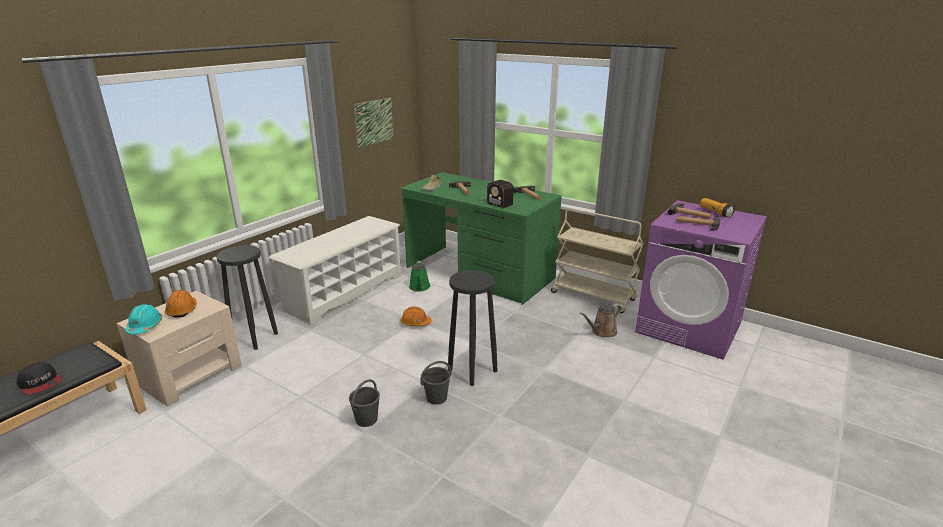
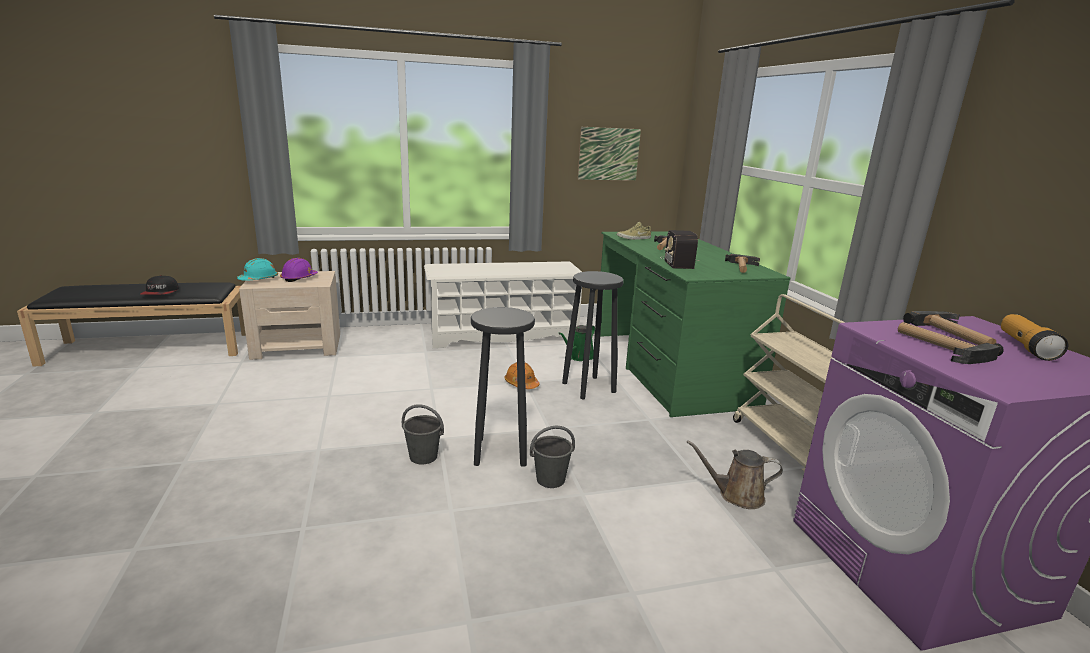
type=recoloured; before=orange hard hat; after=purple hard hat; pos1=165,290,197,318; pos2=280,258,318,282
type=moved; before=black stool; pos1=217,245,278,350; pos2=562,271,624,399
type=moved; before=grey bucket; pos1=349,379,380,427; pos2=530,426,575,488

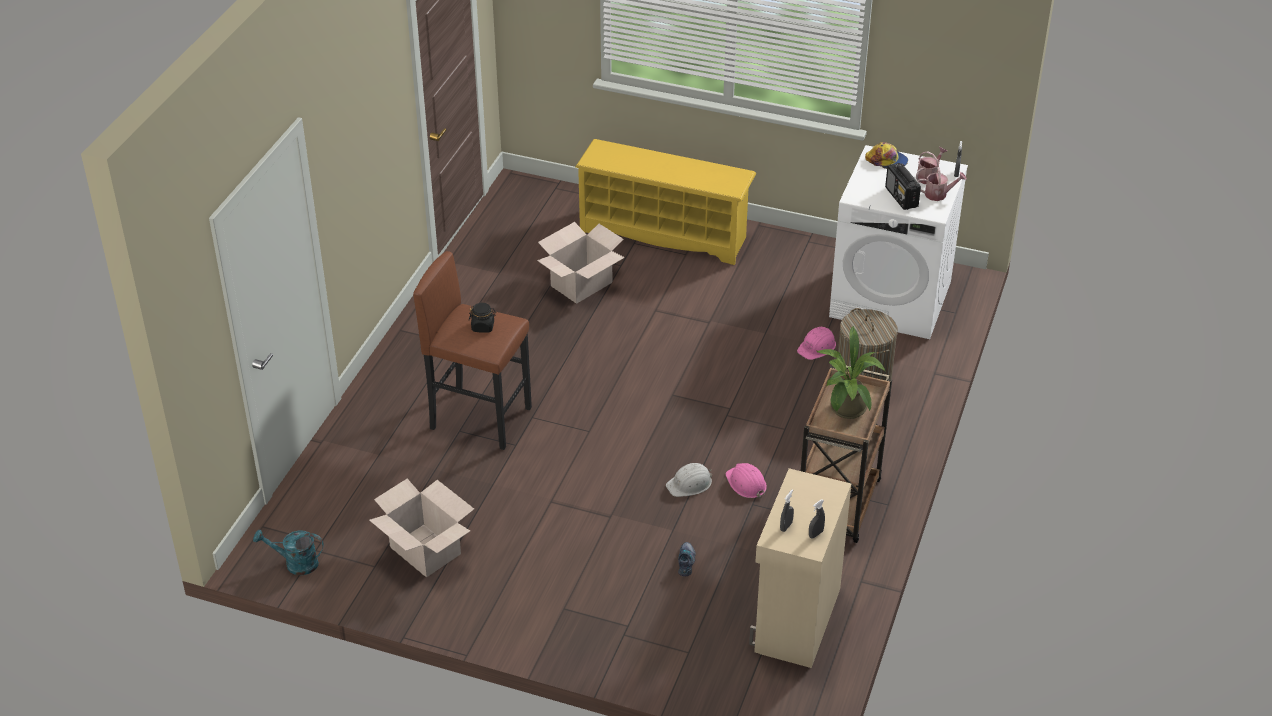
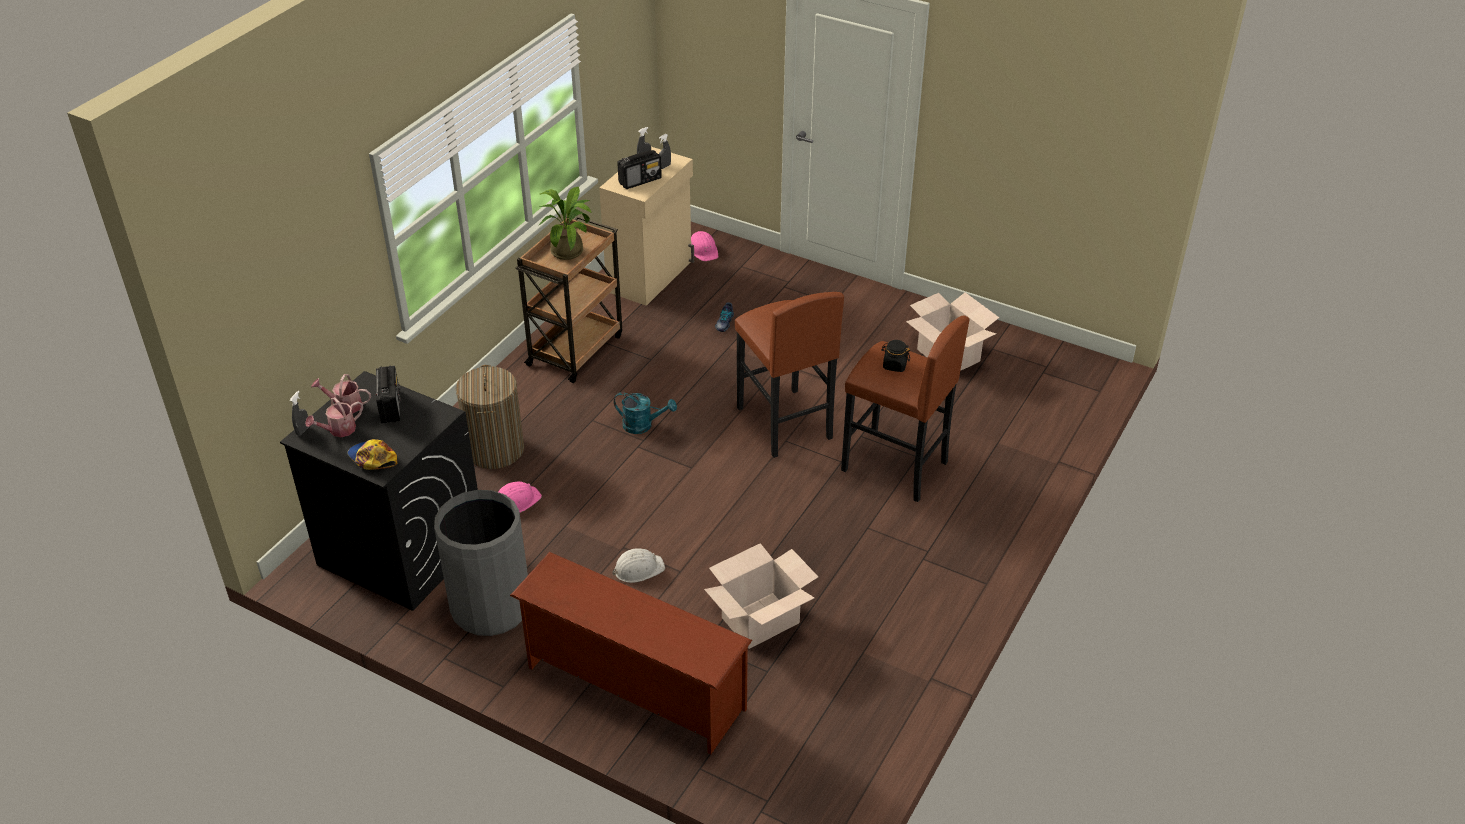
type=moved; before=turquoise watering can; pos1=253,530,324,575; pos2=614,392,677,434
type=recoloured; before=yellow shoe rack; after=brown shoe rack; pos1=575,139,756,265; pos2=510,552,752,754
type=moved; before=white hard hat; pos1=666,463,712,497; pos2=612,548,665,583
type=moved; before=pink hard hat; pos1=726,463,767,498; pos2=691,231,718,261
type=recoloured; before=white washing machine; after=black washing machine; pos1=829,145,968,339; pos2=280,371,478,611
type=added; after=grey trash can; pos2=434,490,528,636
type=added; after=radio; pos2=617,150,662,189
type=added; after=brown stool; pos2=735,292,844,458

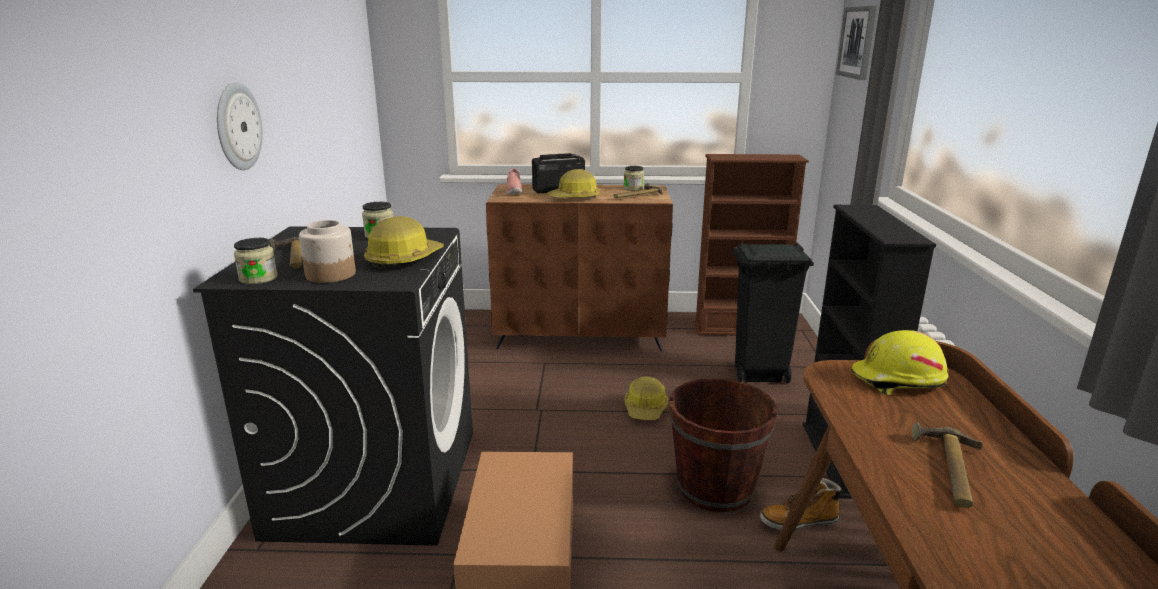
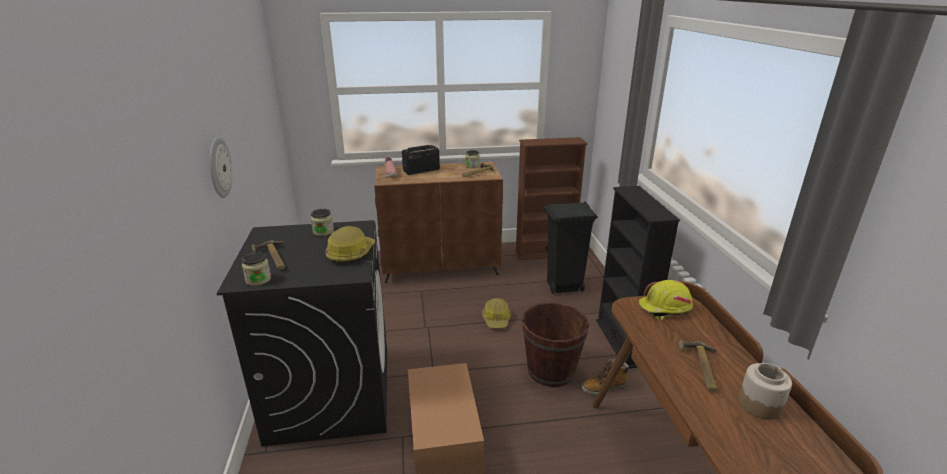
type=moved; before=jar; pos1=299,220,356,283; pos2=738,363,792,420
type=removed; before=hard hat; pos1=547,169,600,198
type=removed; before=picture; pos1=836,6,877,80

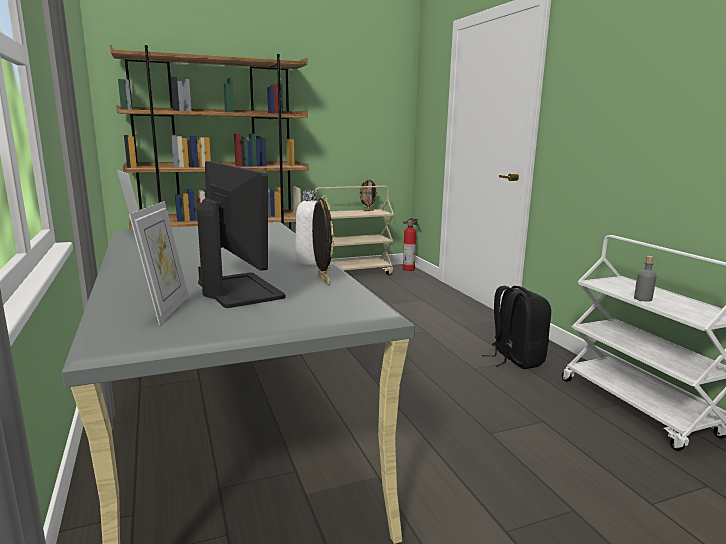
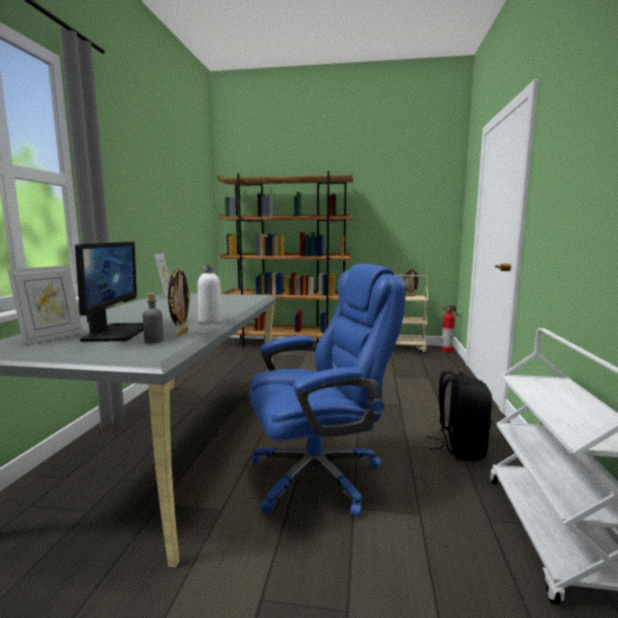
type=moved; before=grey bottle; pos1=634,256,656,302; pos2=143,293,164,343
type=added; after=blue office chair; pos2=250,264,406,517

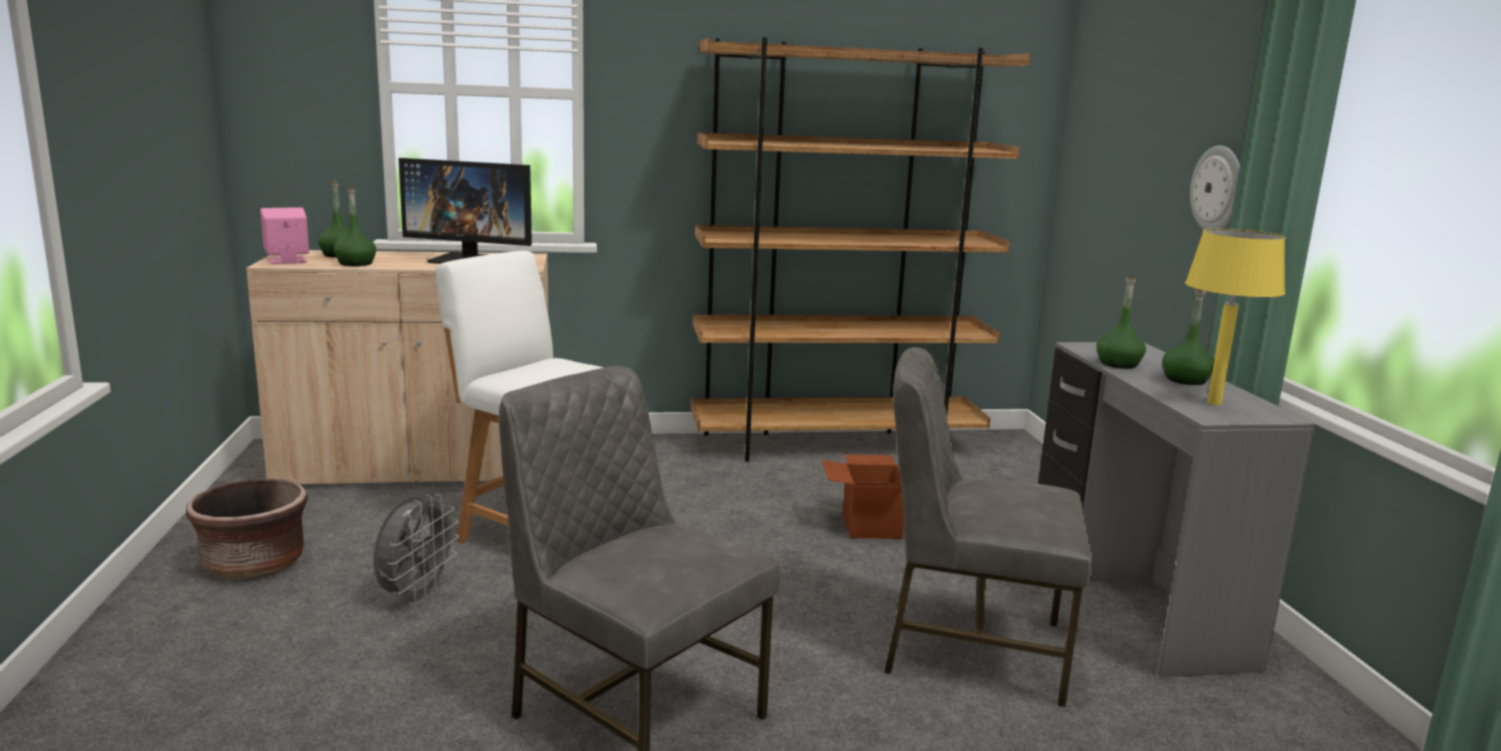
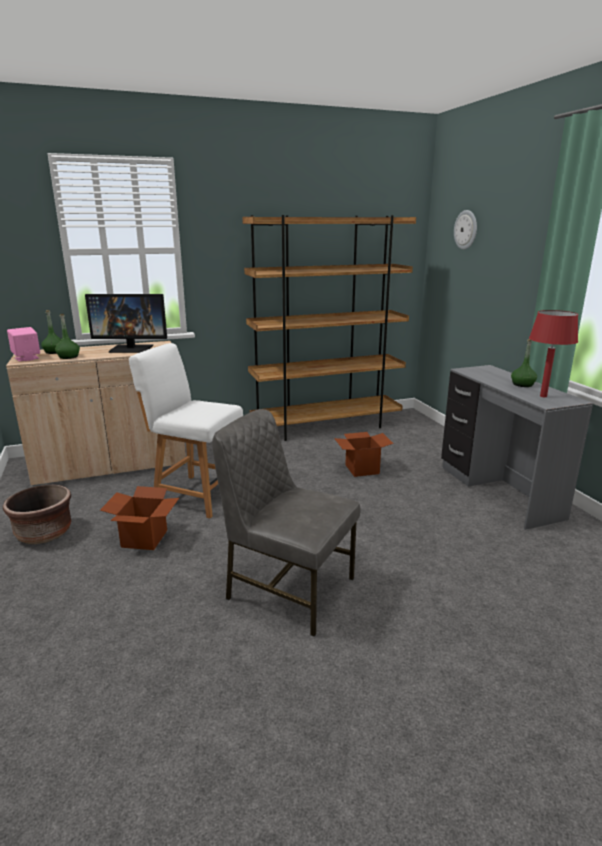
type=replaced; before=grey fan; after=cardboard box; pos1=374,494,460,604; pos2=100,486,179,550
type=removed; before=grey chair; pos1=884,347,1093,707
type=removed; before=green bottle; pos1=1096,275,1146,368
type=recoloured; before=yellow table lamp; after=red table lamp; pos1=1185,228,1285,405; pos2=529,310,578,397
type=moved; before=wall clock; pos1=1190,145,1240,229; pos2=454,210,477,250

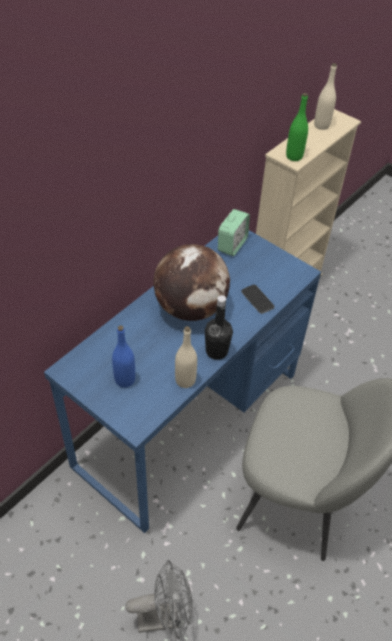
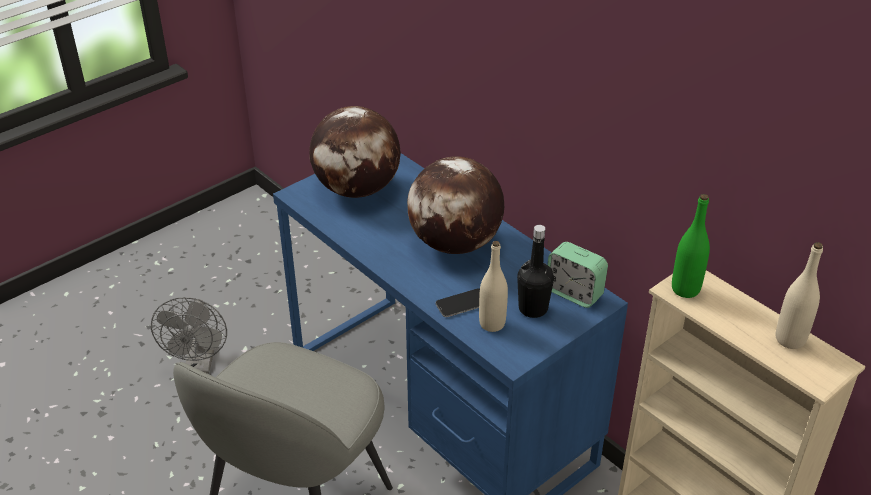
type=replaced; before=blue bottle; after=globe; pos1=112,326,135,388; pos2=309,106,401,198
type=moved; before=beige bottle; pos1=175,326,197,388; pos2=479,241,508,332
type=moved; before=black bottle; pos1=205,295,233,360; pos2=517,225,554,318

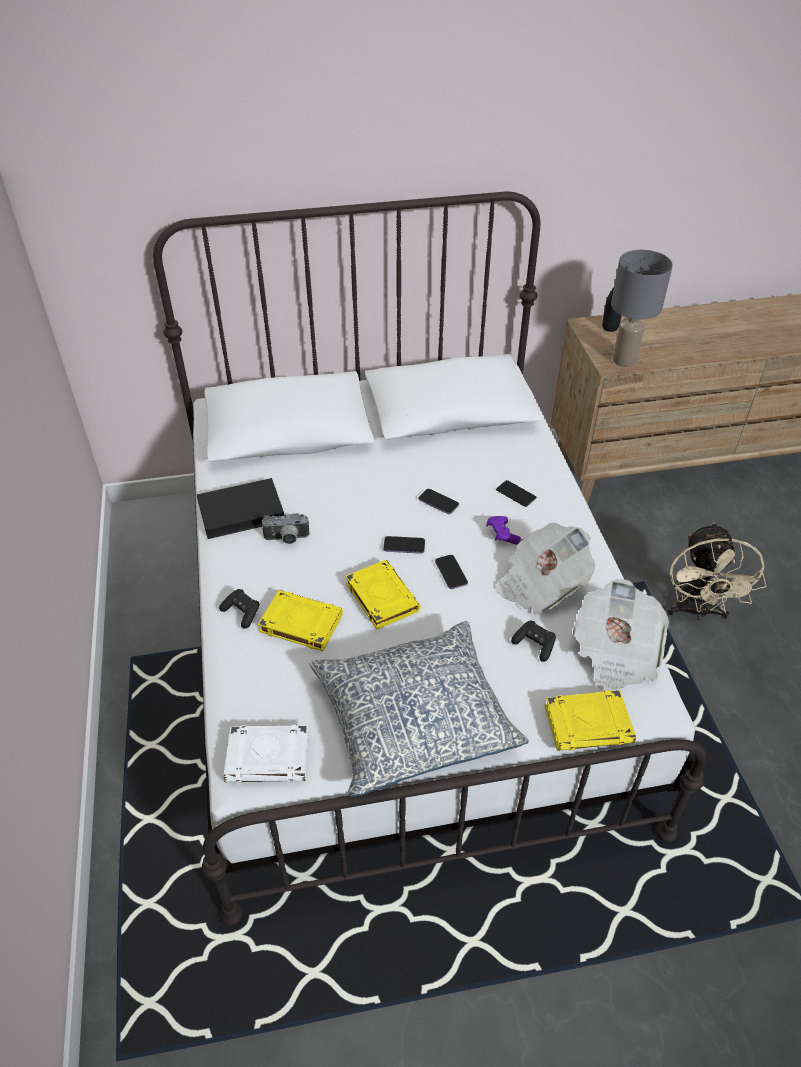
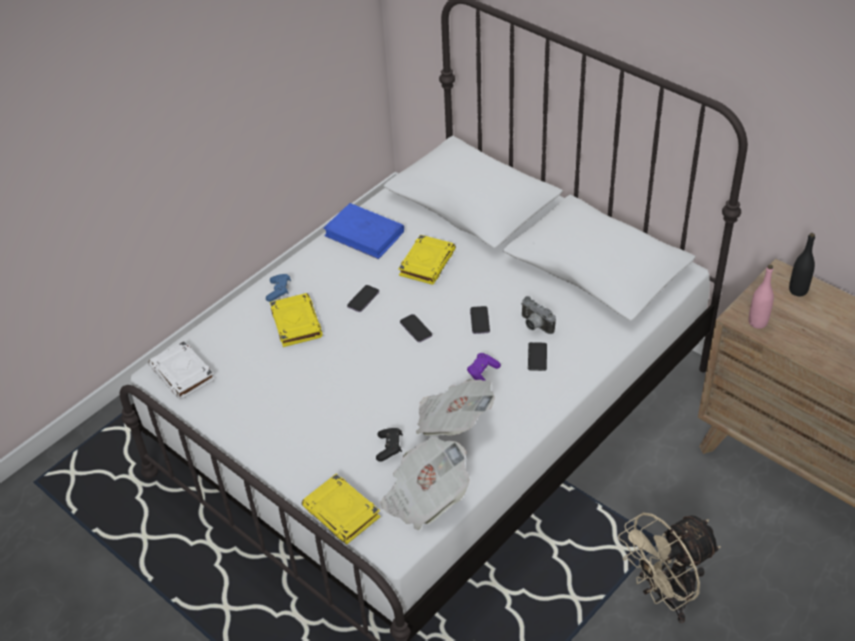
type=recoloured; before=black book; after=blue book; pos1=197,478,285,539; pos2=323,203,404,259
type=recoloured; before=black game controller; after=blue game controller; pos1=219,589,260,629; pos2=266,274,291,302
type=moved; before=photo camera; pos1=261,513,309,544; pos2=521,296,556,334
type=removed; before=pillow; pos1=309,621,529,797
type=moved; before=yellow book; pos1=346,560,420,629; pos2=398,235,456,285
type=moved; before=phone; pos1=435,555,468,589; pos2=347,285,379,312
type=replaced; before=grey table lamp; after=pink bottle; pos1=611,250,673,367; pos2=749,265,774,329

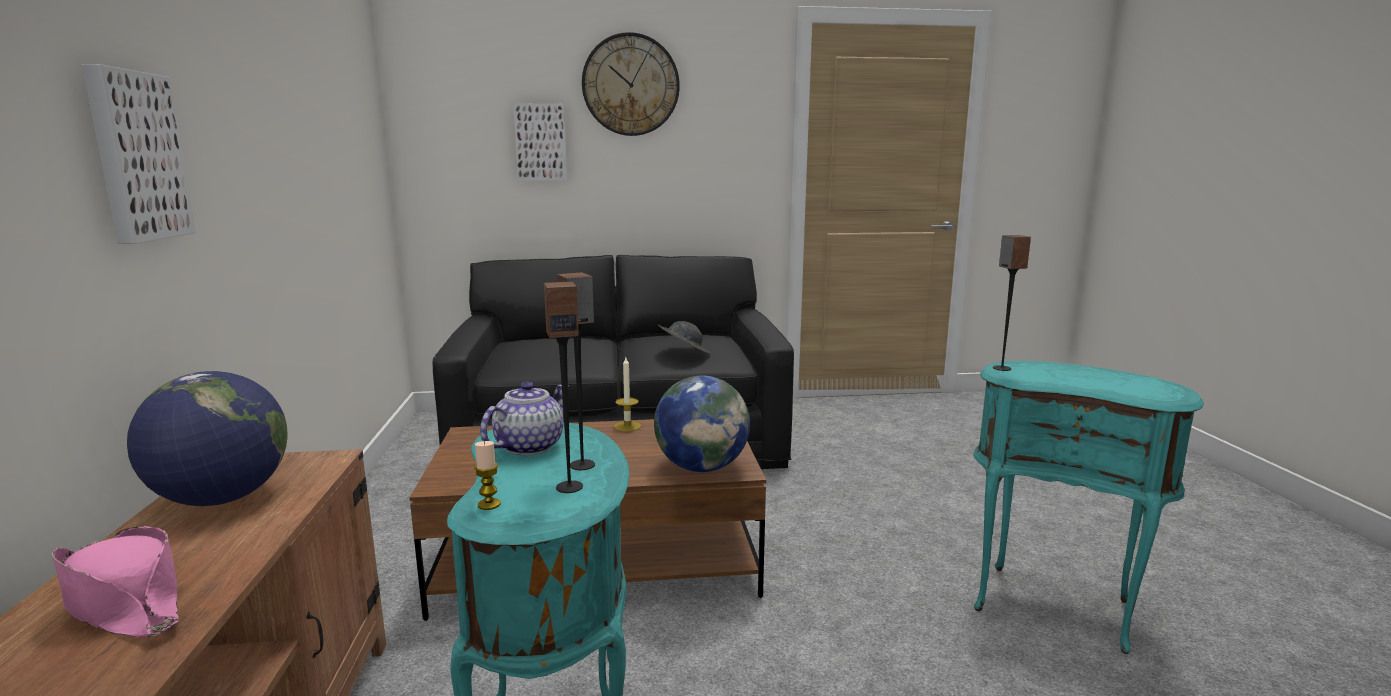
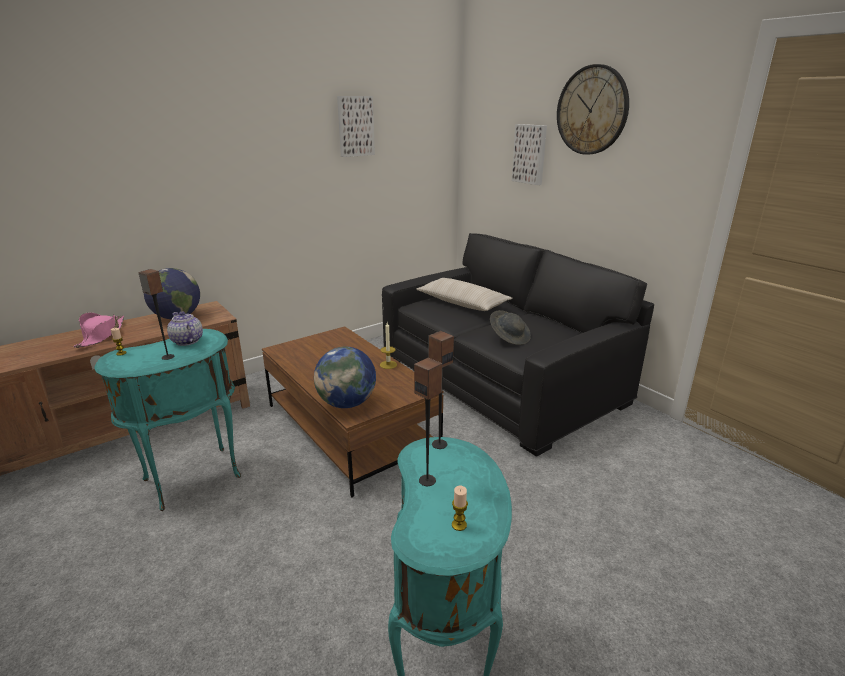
type=moved; before=picture; pos1=82,64,196,244; pos2=337,96,375,157
type=turned; before=teapot; pos1=480,382,569,456; pos2=167,312,203,346; turn=-135
type=moved; before=speaker; pos1=544,281,583,493; pos2=414,358,442,486
type=added; after=beige pillow; pos2=416,278,512,311
type=added; after=candle; pos2=452,485,468,531

